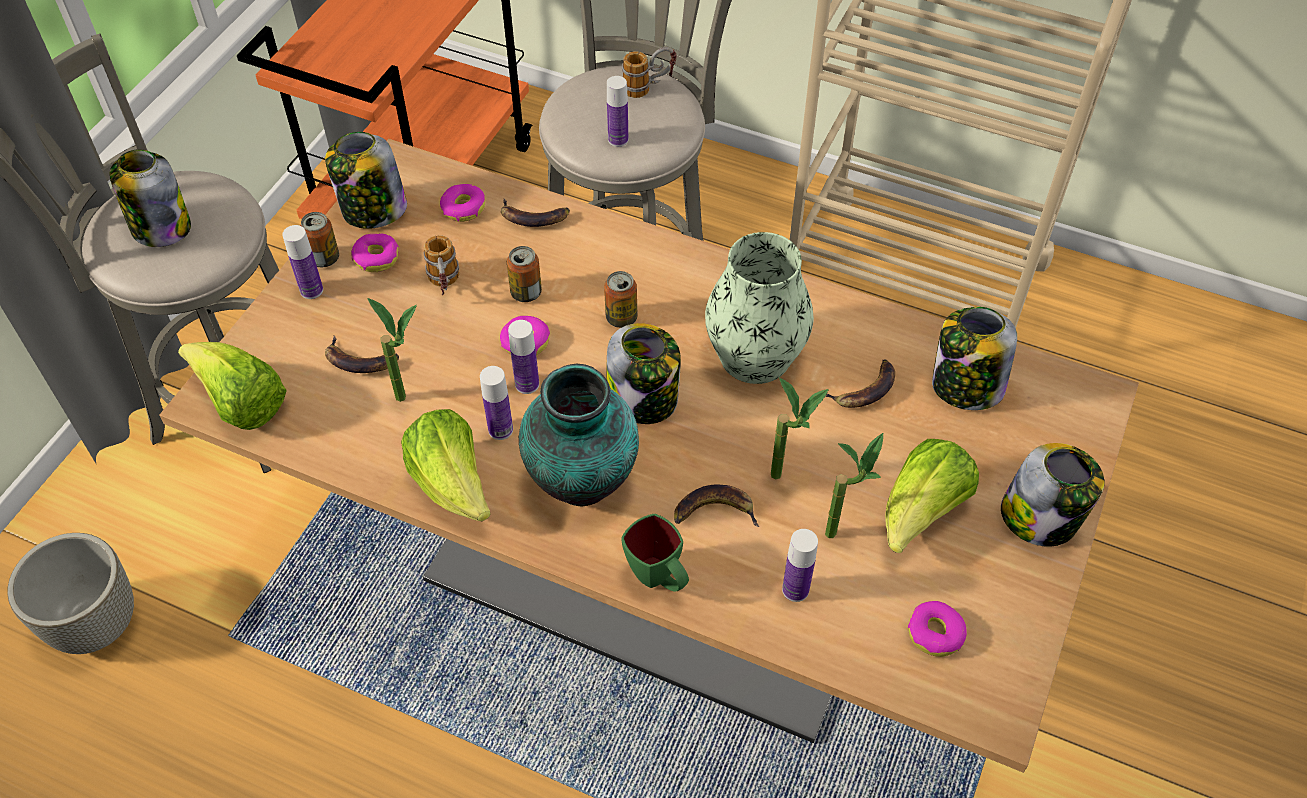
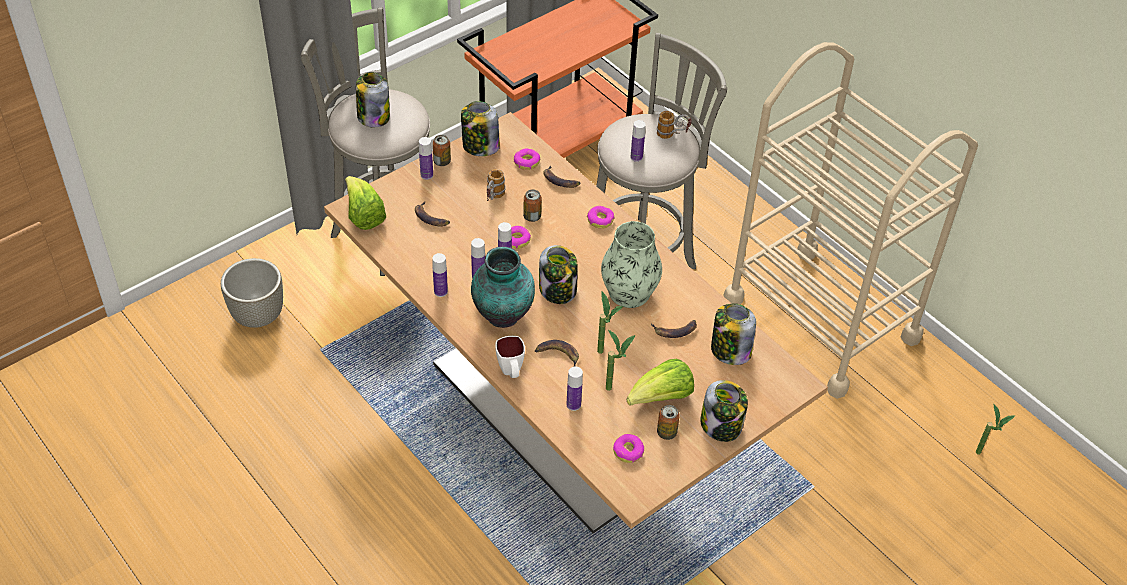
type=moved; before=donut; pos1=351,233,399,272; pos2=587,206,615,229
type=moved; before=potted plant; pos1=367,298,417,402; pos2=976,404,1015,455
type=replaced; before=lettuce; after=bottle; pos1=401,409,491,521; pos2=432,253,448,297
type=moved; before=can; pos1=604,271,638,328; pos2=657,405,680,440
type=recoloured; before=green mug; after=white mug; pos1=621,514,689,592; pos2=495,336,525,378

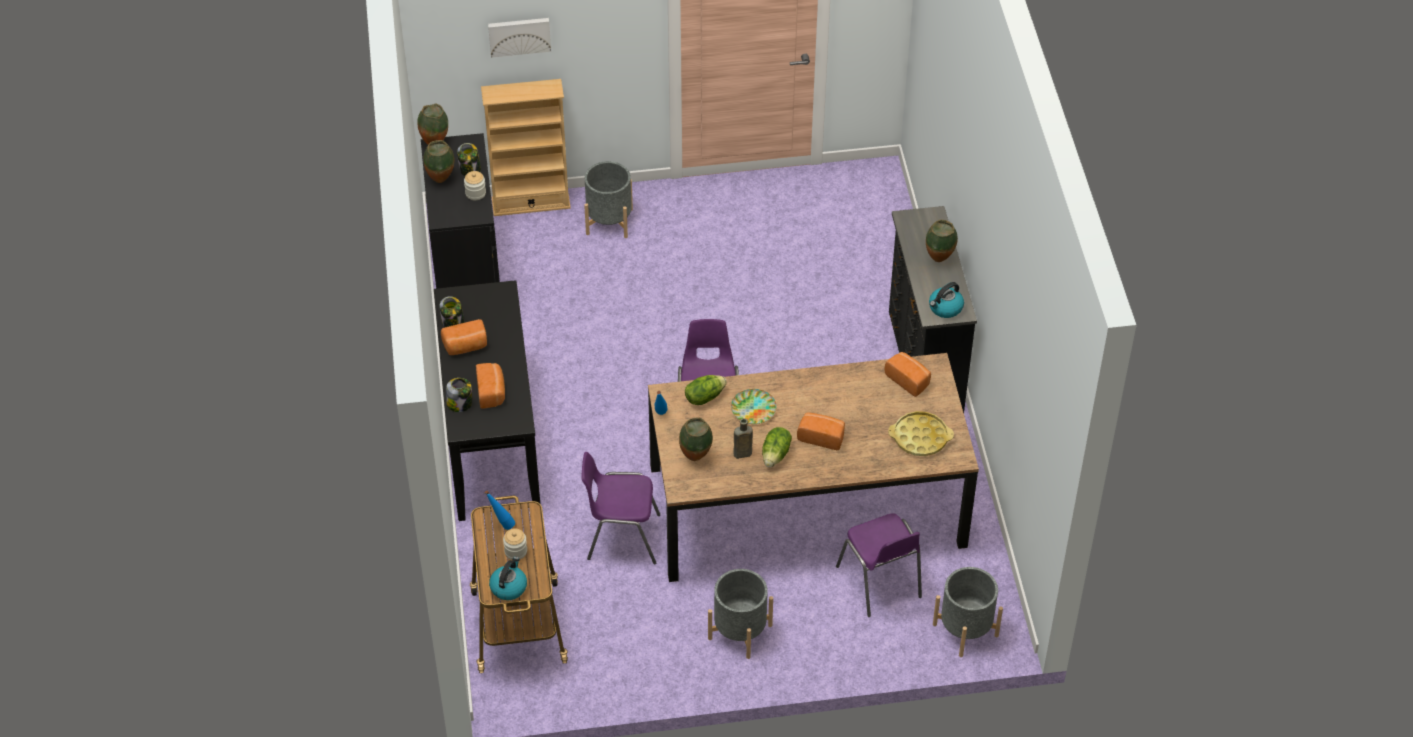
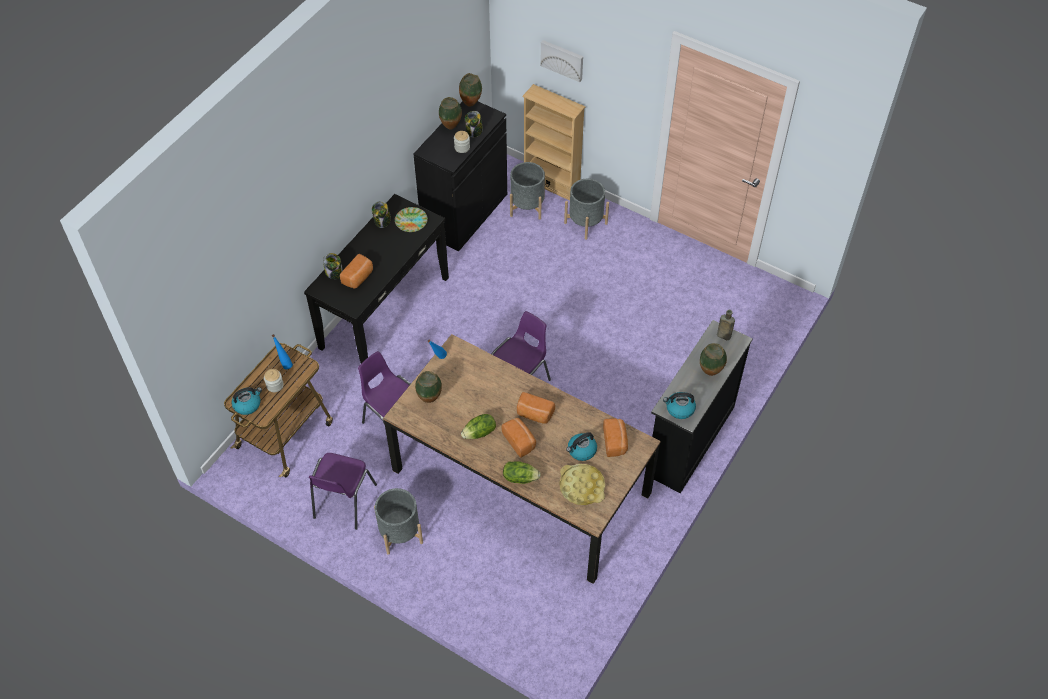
type=moved; before=bread; pos1=441,319,487,355; pos2=517,392,555,424
type=moved; before=lettuce; pos1=685,375,727,405; pos2=503,461,541,484
type=moved; before=plate; pos1=731,389,777,424; pos2=395,207,428,232
type=moved; before=brown bottle; pos1=733,418,753,459; pos2=717,310,735,340
type=moved; before=purple chair; pos1=836,514,922,617; pos2=309,453,377,530
type=moved; before=grey planter; pos1=933,567,1003,657; pos2=510,162,545,220
type=added; after=kettle; pos2=566,432,597,461

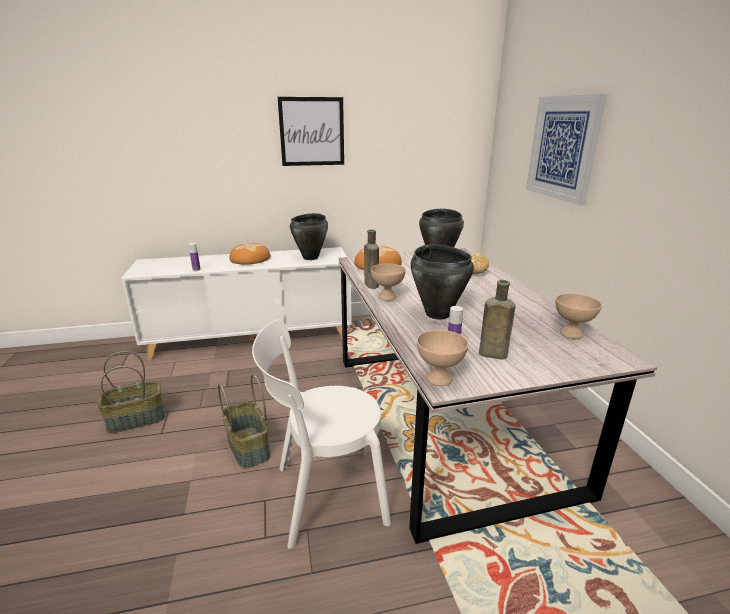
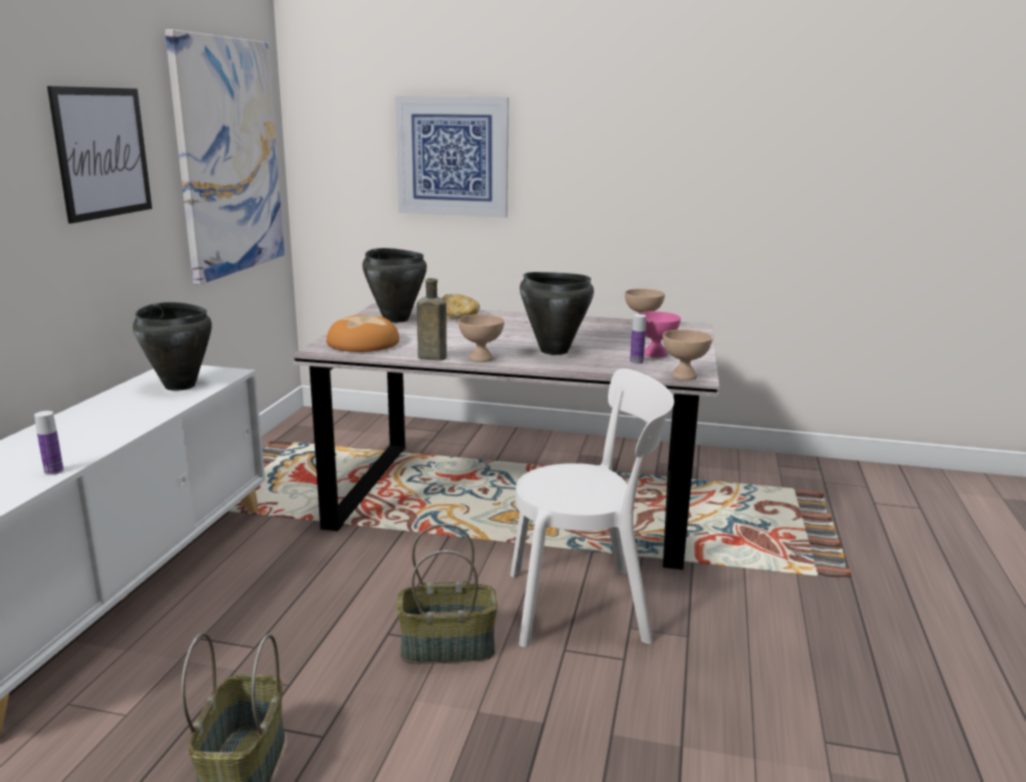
type=removed; before=bread; pos1=229,243,270,264
type=turned; before=white chair; pos1=252,320,391,549; pos2=510,368,674,647; turn=-105
type=replaced; before=brown bottle; after=pink bowl; pos1=479,280,516,360; pos2=638,311,681,358
type=added; after=picture; pos2=165,29,284,285

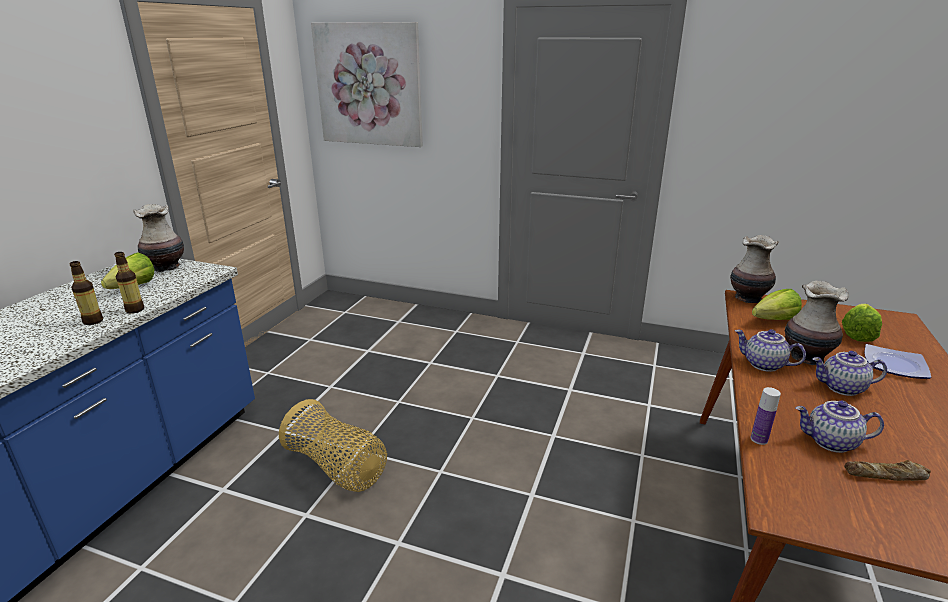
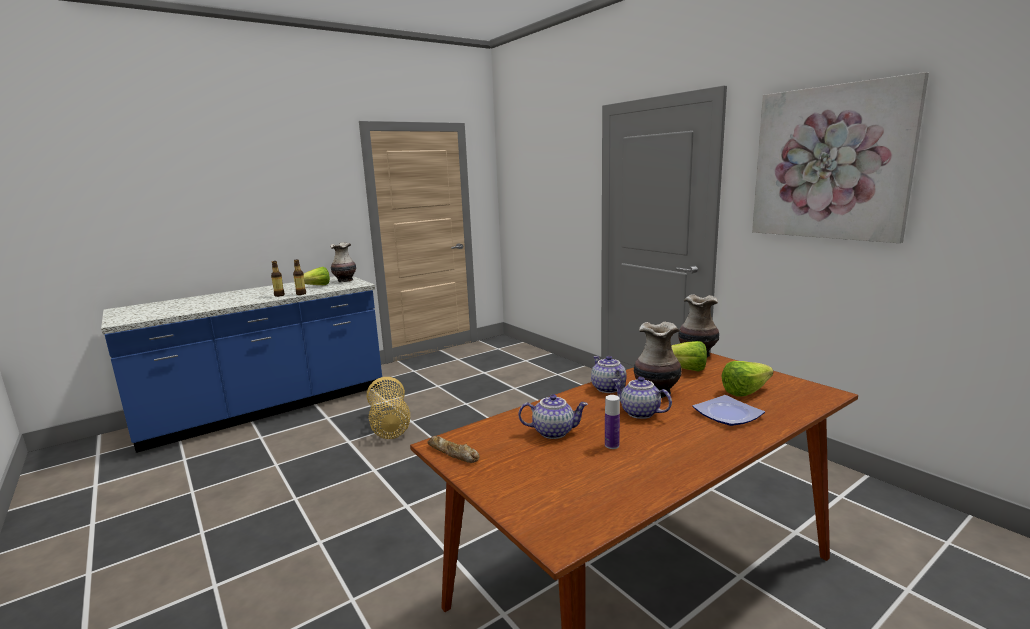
type=moved; before=picture; pos1=311,22,423,147; pos2=752,72,929,243
type=moved; before=bottle; pos1=751,387,781,445; pos2=605,395,620,449
type=turned; before=teapot; pos1=795,401,884,453; pos2=518,394,588,439; turn=135
type=moved; before=bread; pos1=844,460,931,481; pos2=427,436,480,463

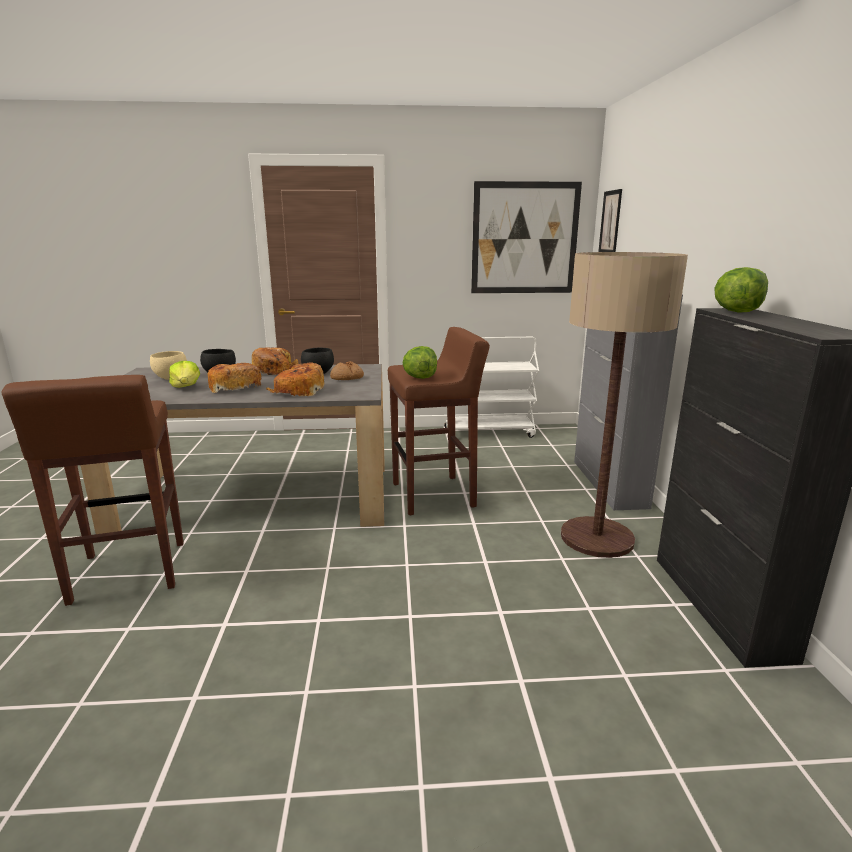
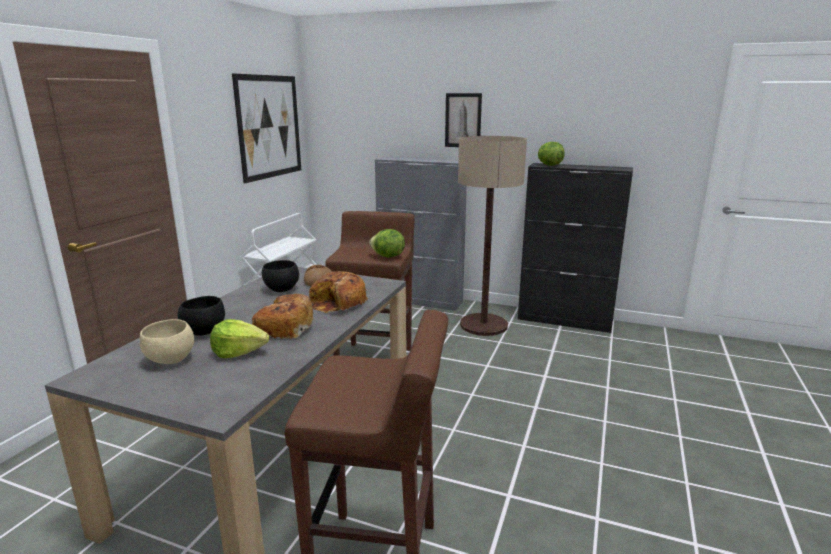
type=removed; before=bread; pos1=252,347,299,375
type=moved; before=picture; pos1=598,189,622,252; pos2=445,93,482,147

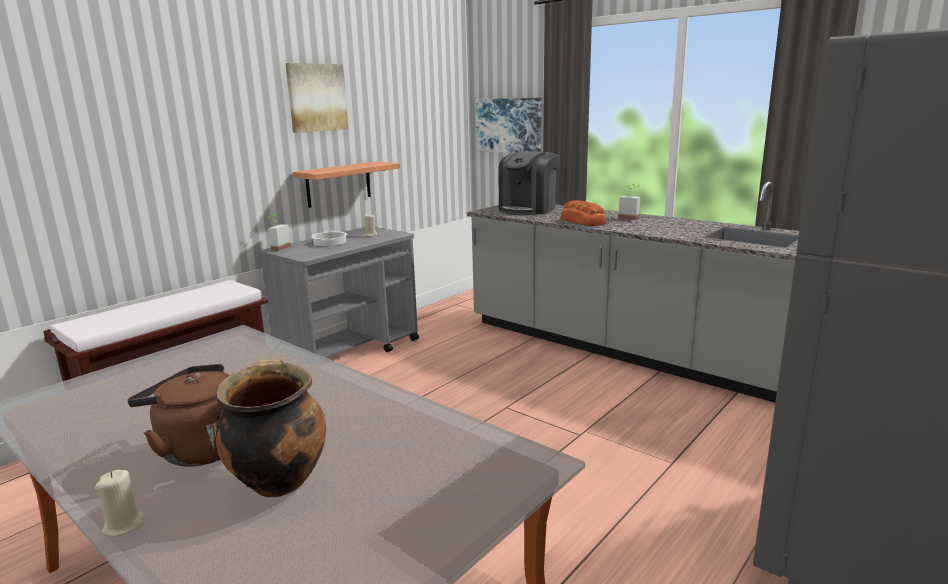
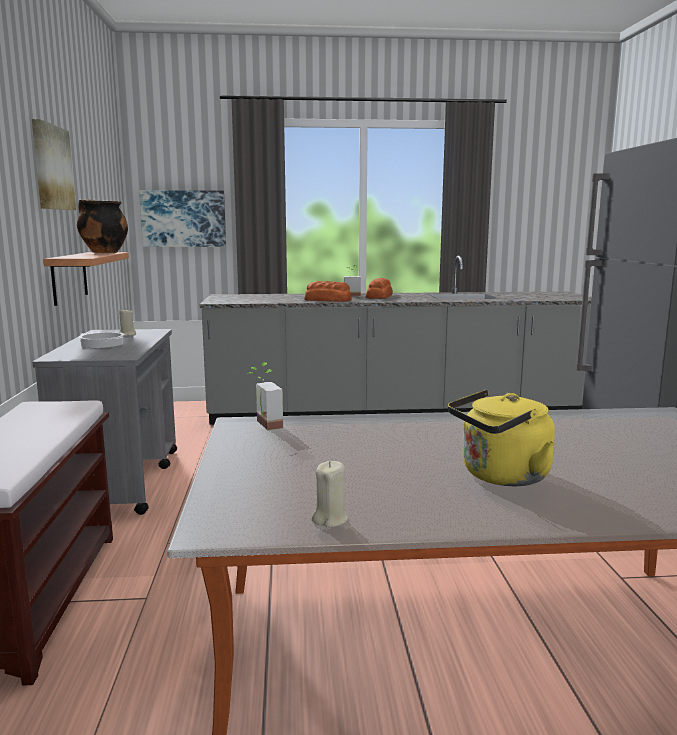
type=moved; before=beige candle; pos1=95,470,146,537; pos2=311,461,348,527
type=recoloured; before=brown kettle; after=yellow kettle; pos1=127,364,230,467; pos2=448,389,555,486
type=moved; before=cooking pot; pos1=216,359,326,497; pos2=77,199,128,253
type=moved; before=potted plant; pos1=268,213,291,251; pos2=247,362,283,430
type=removed; before=coffee machine; pos1=498,151,560,215
type=added; after=bread; pos2=366,278,393,299

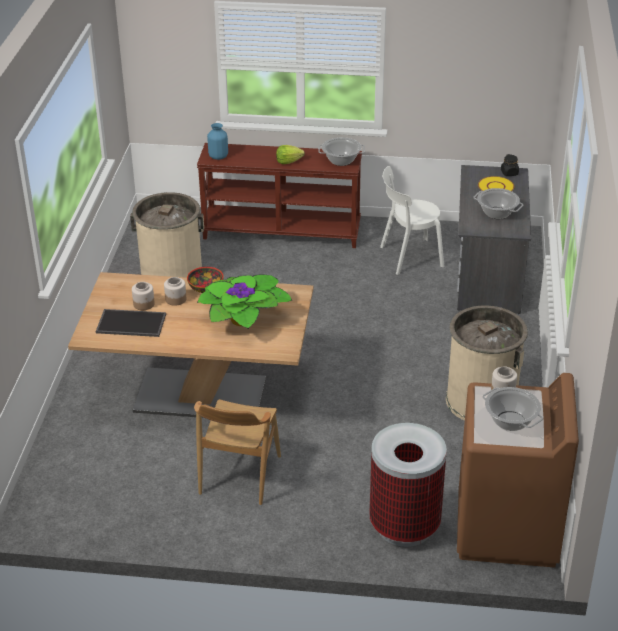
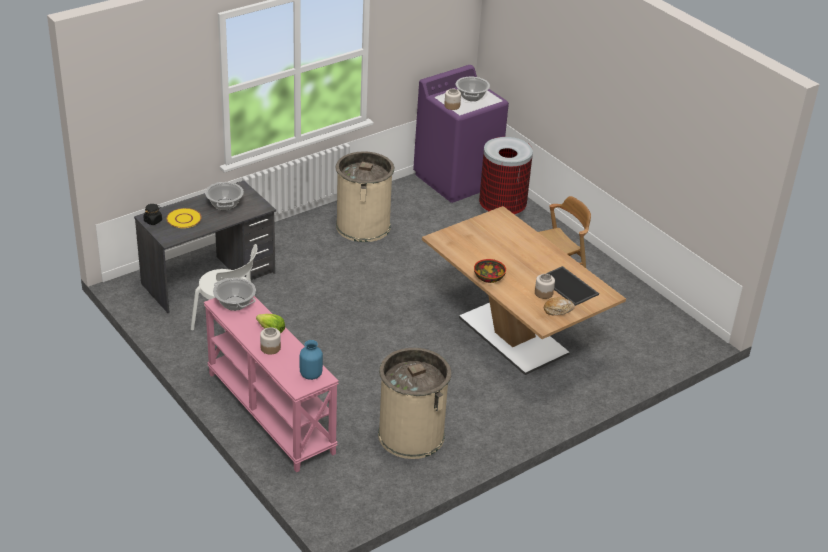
type=moved; before=jar; pos1=164,277,186,306; pos2=260,327,281,355
type=recoloured; before=brown console table; after=pink console table; pos1=197,143,362,248; pos2=204,296,339,472
type=removed; before=potted plant; pos1=197,274,292,329
type=recoloured; before=brown washing machine; after=purple washing machine; pos1=457,373,579,568; pos2=413,65,509,203
type=added; after=bread; pos2=544,298,575,315

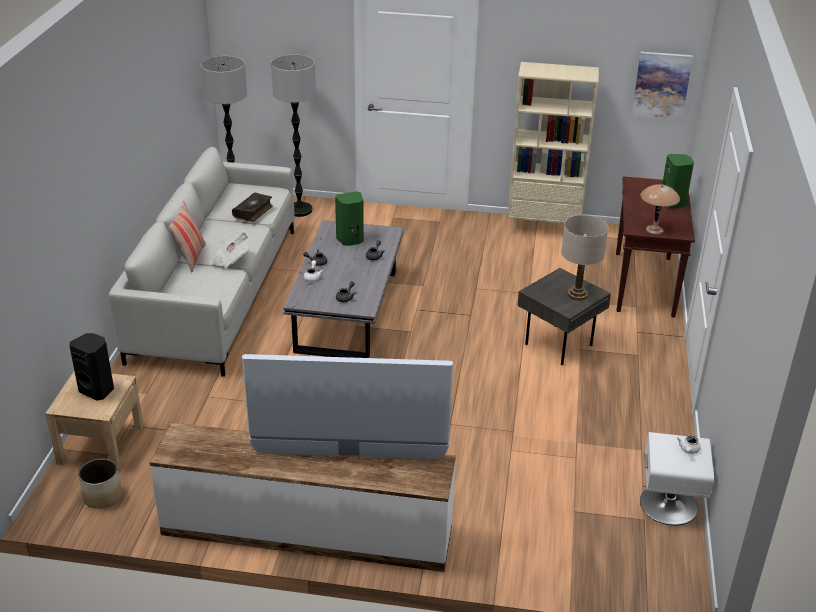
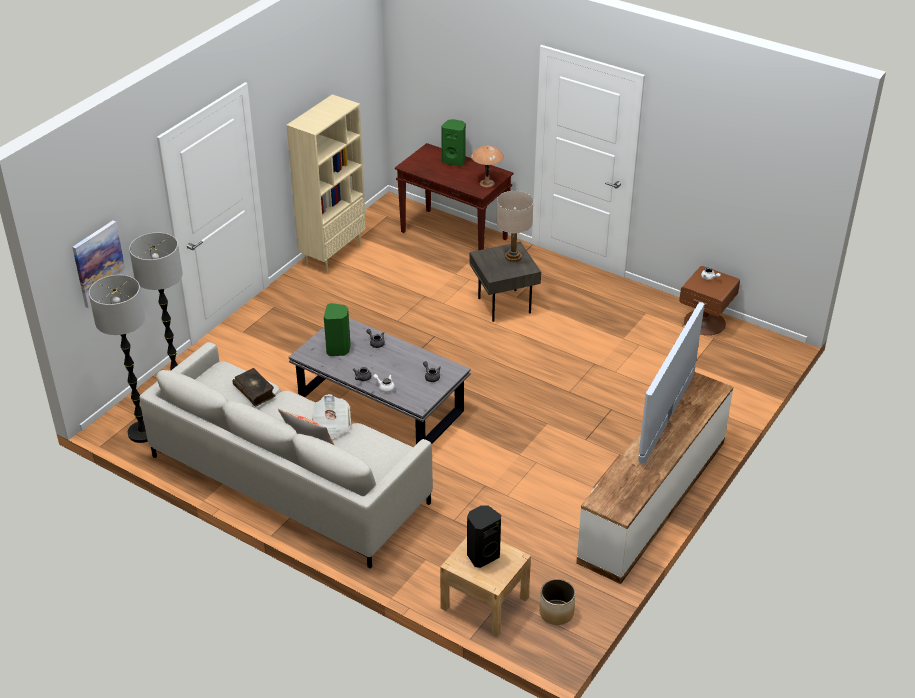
type=moved; before=picture; pos1=632,52,693,120; pos2=72,220,126,309
type=recoloured; before=white nightstand; after=brown nightstand; pos1=640,432,714,526; pos2=679,266,740,335

